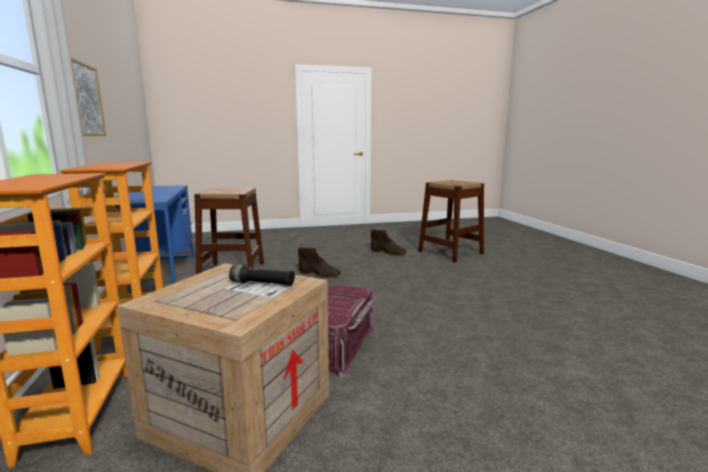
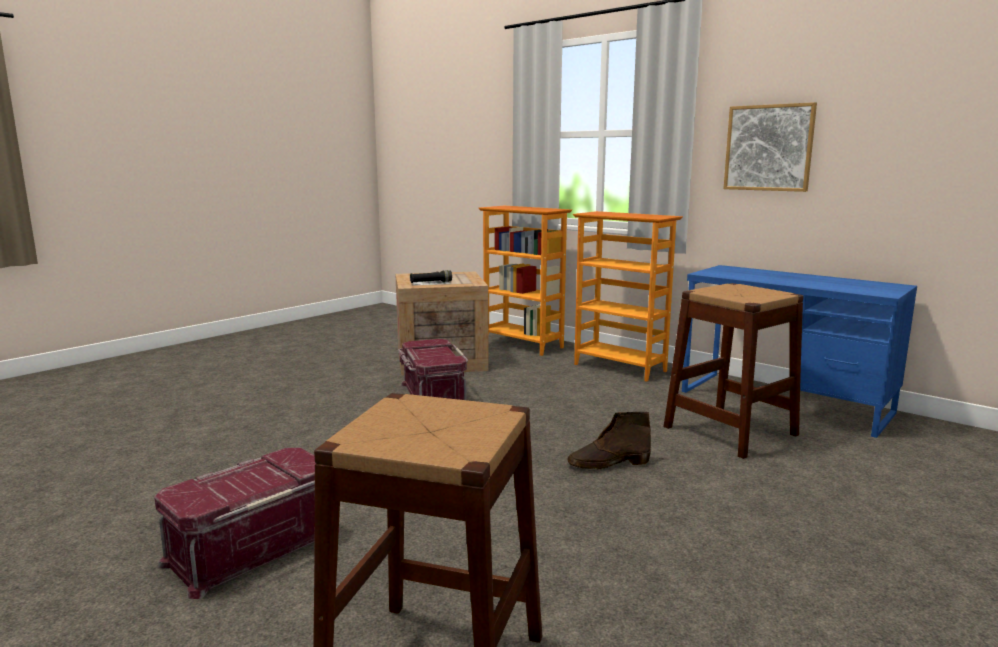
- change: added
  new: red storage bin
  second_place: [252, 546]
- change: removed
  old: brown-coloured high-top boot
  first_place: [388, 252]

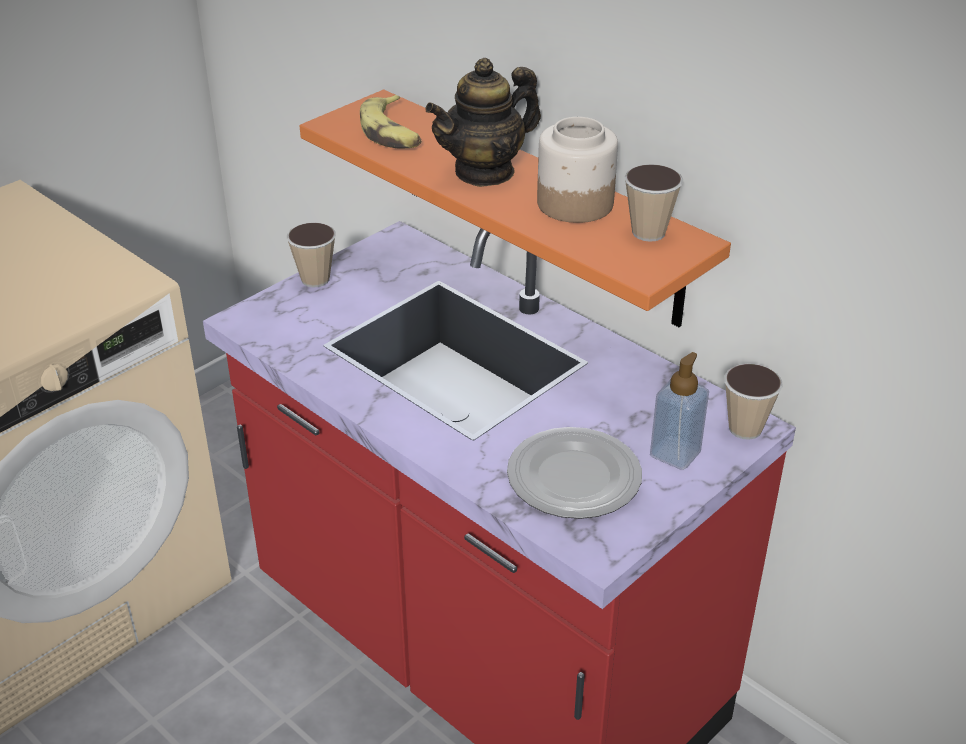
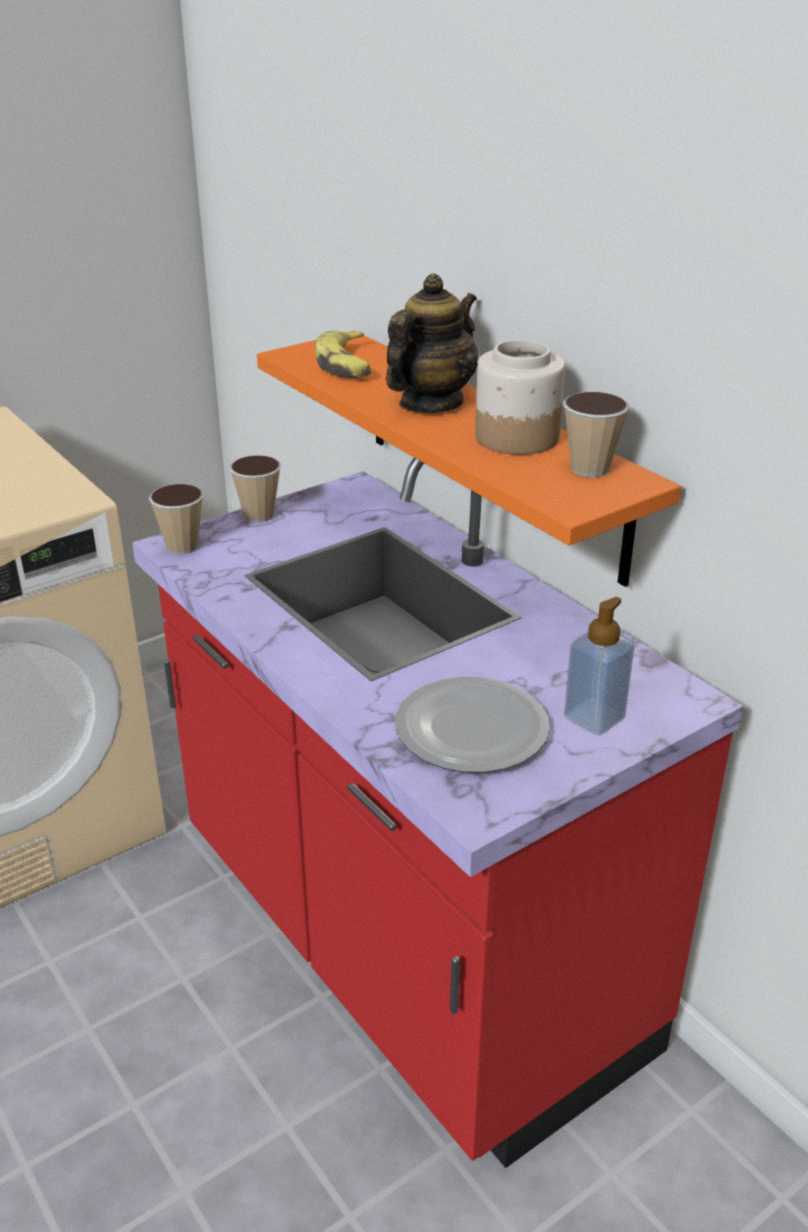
- change: moved
  old: cup
  first_place: [745, 428]
  second_place: [182, 547]
- change: turned
  old: pot for tea
  first_place: [485, 172]
  second_place: [430, 403]
  degrees: 150

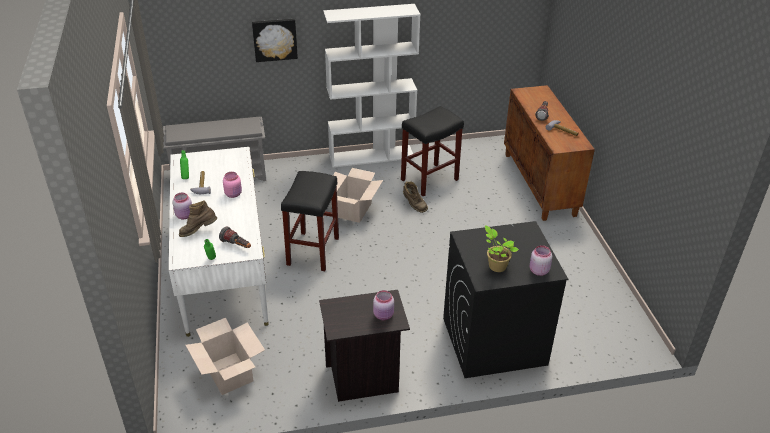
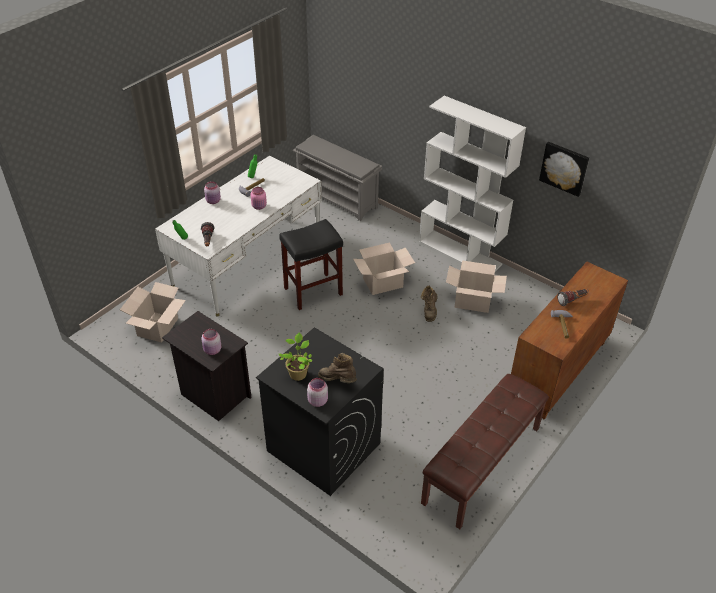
- change: moved
  old: brown-coloured high-top boot
  first_place: [198, 231]
  second_place: [338, 381]
- change: added
  new: brown-coloured indoor bench
  second_place: [482, 465]
- change: replaced
  old: black-coloured sitting stool
  new: cardboard box
  first_place: [429, 180]
  second_place: [472, 301]
- change: moved
  old: wall picture
  first_place: [274, 39]
  second_place: [564, 168]

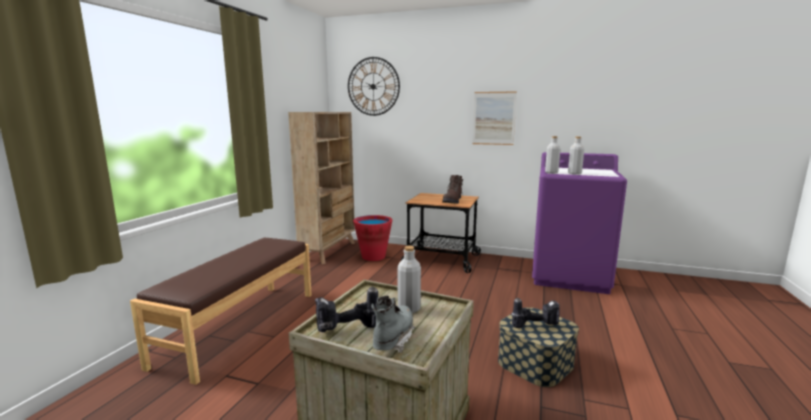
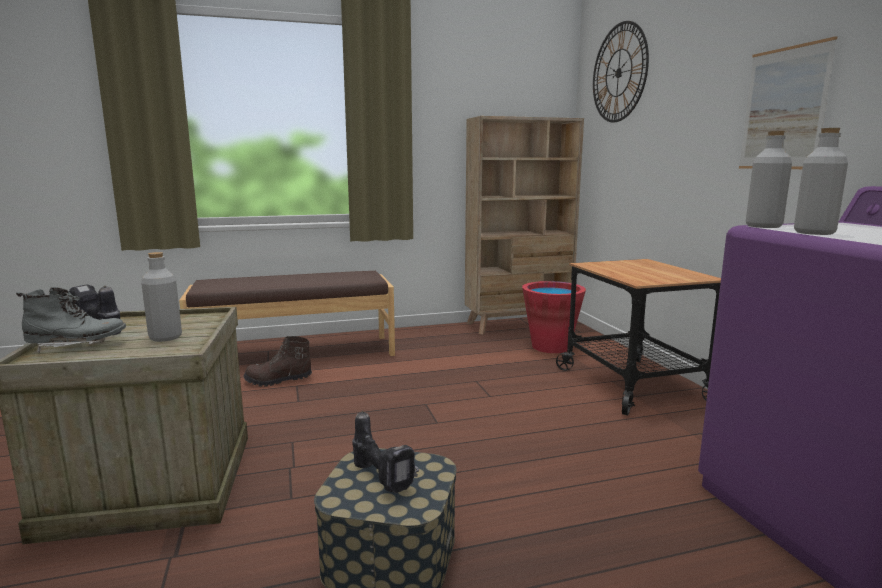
- change: moved
  old: brown-coloured high-top boot
  first_place: [453, 201]
  second_place: [278, 380]

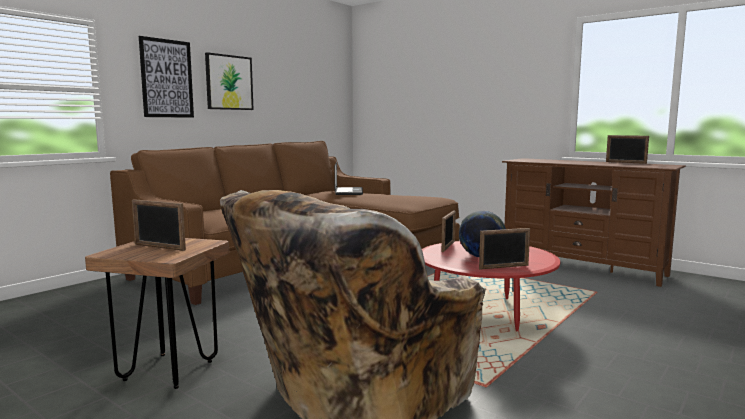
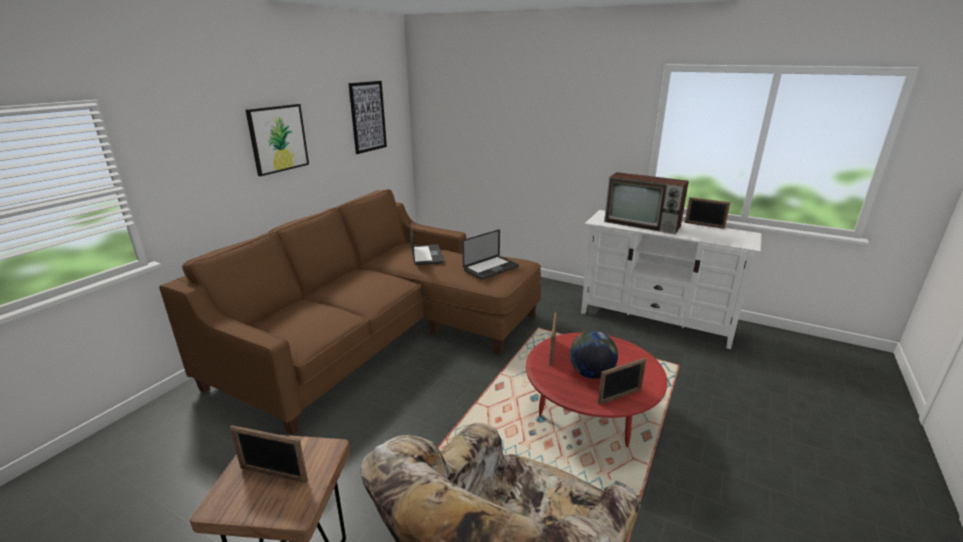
- change: moved
  old: wall picture
  first_place: [167, 78]
  second_place: [368, 117]
- change: added
  new: portable computer
  second_place: [491, 268]
- change: recoloured
  old: brown-coloured media console
  new: white-coloured media console
  first_place: [582, 267]
  second_place: [655, 320]
- change: added
  new: TV set
  second_place: [643, 224]

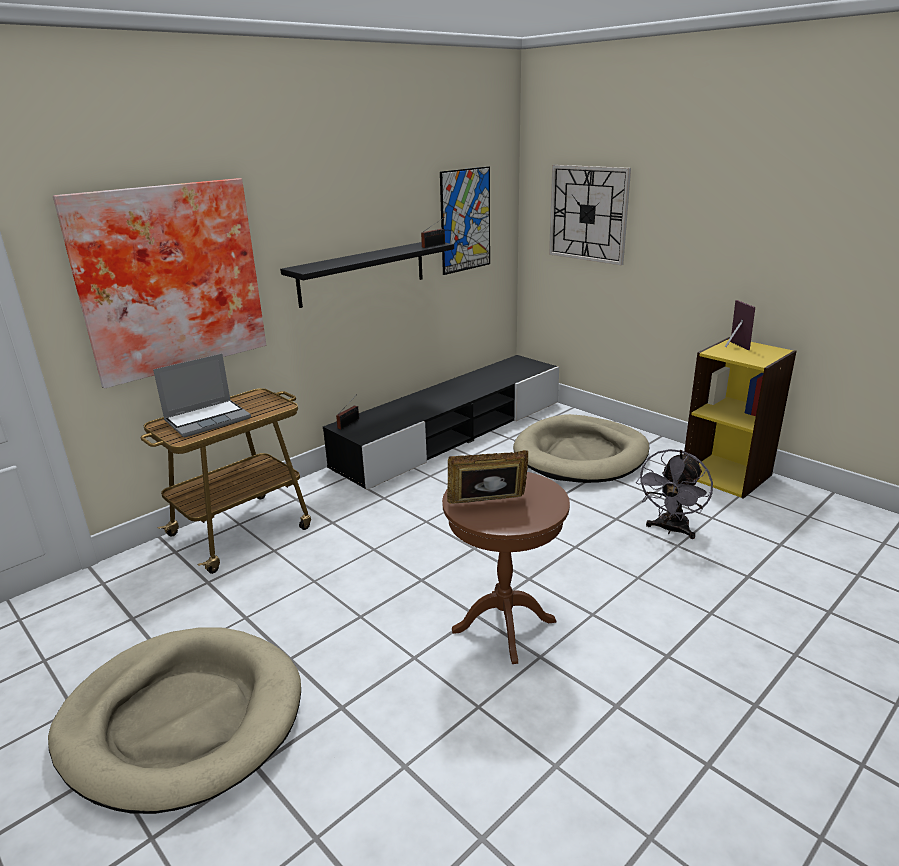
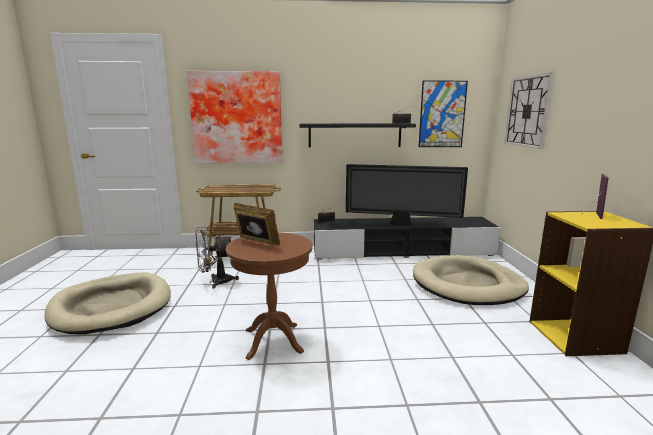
- change: moved
  old: greyish fan
  first_place: [670, 530]
  second_place: [215, 281]
- change: added
  new: TV set
  second_place: [402, 225]
- change: removed
  old: portable computer
  first_place: [208, 419]

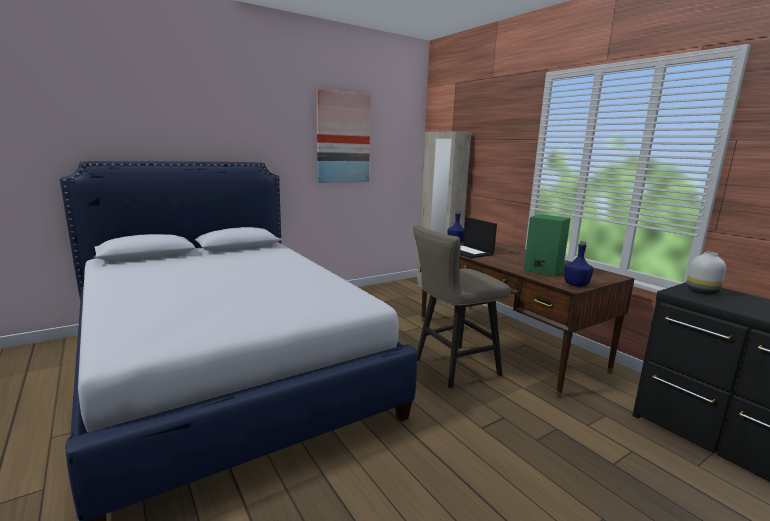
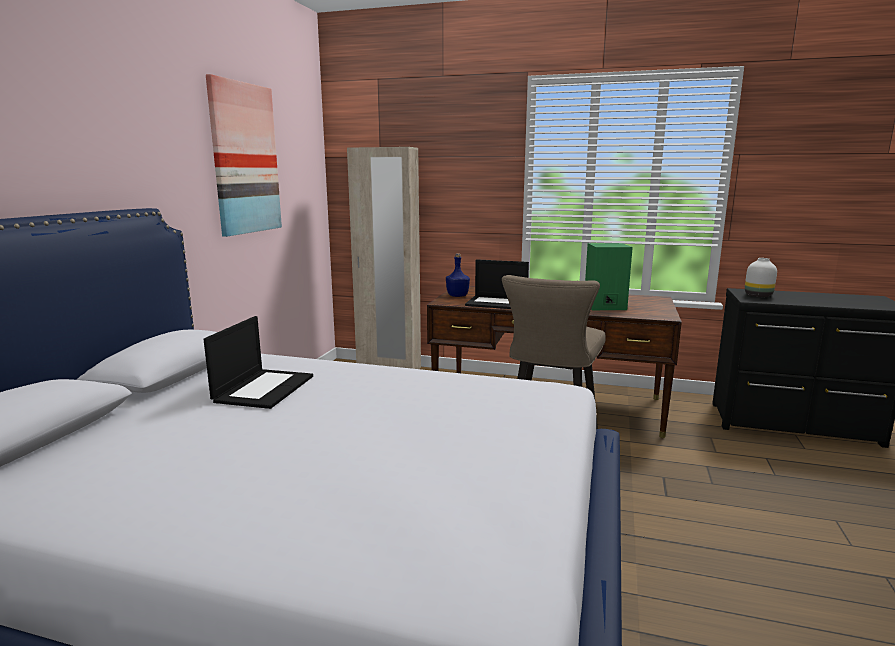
- change: added
  new: portable computer
  second_place: [264, 388]
- change: removed
  old: bluish drink bottle
  first_place: [576, 285]

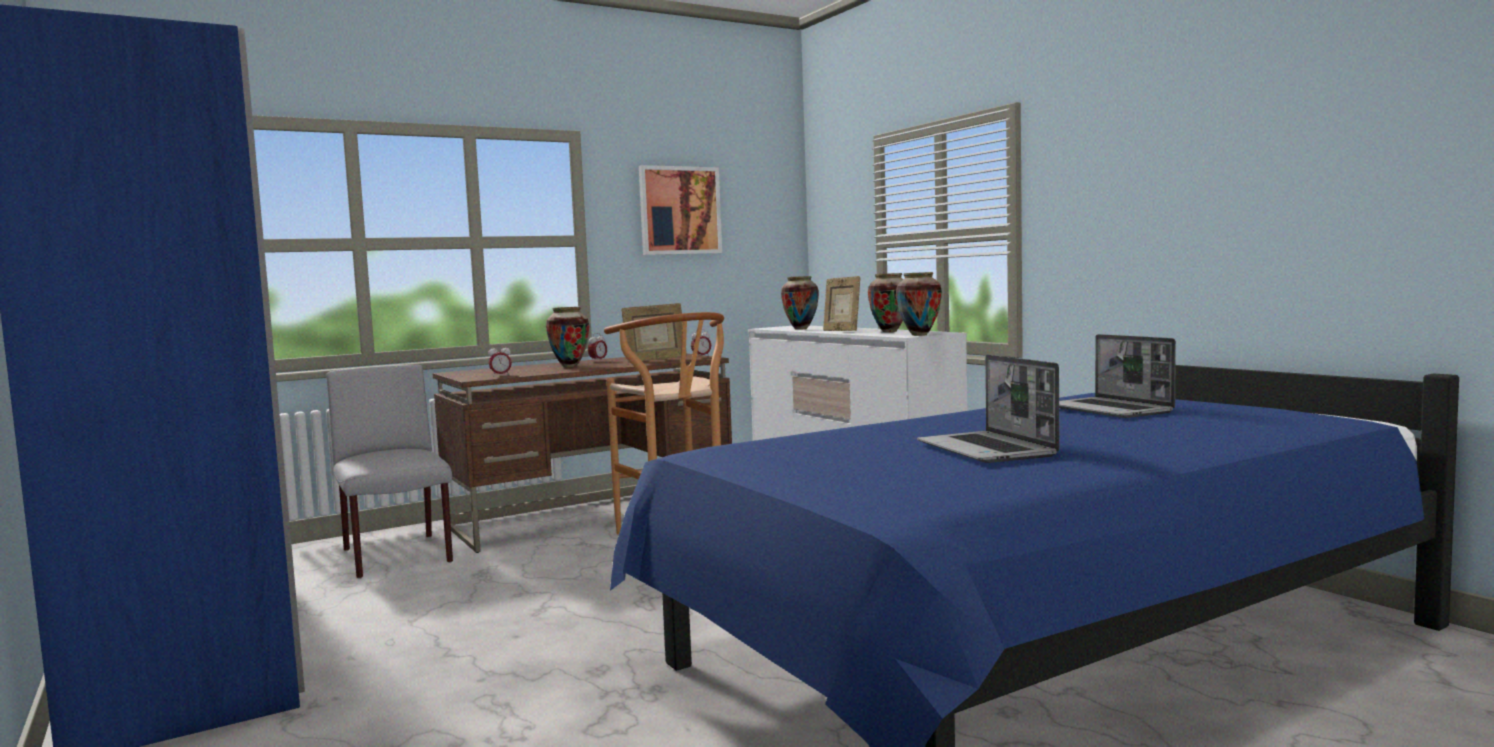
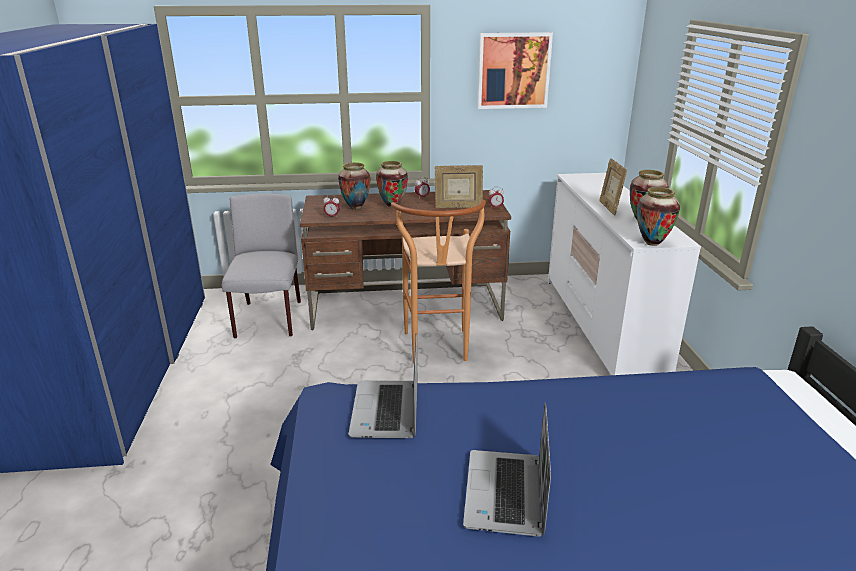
- change: moved
  old: flower vase
  first_place: [801, 329]
  second_place: [355, 208]
- change: moved
  old: portable computer
  first_place: [1111, 410]
  second_place: [387, 411]

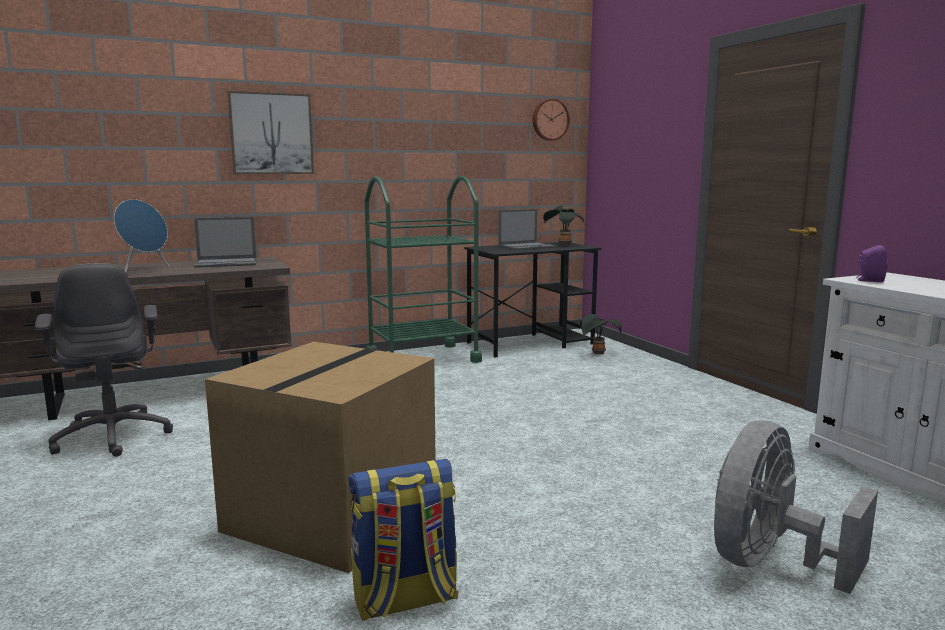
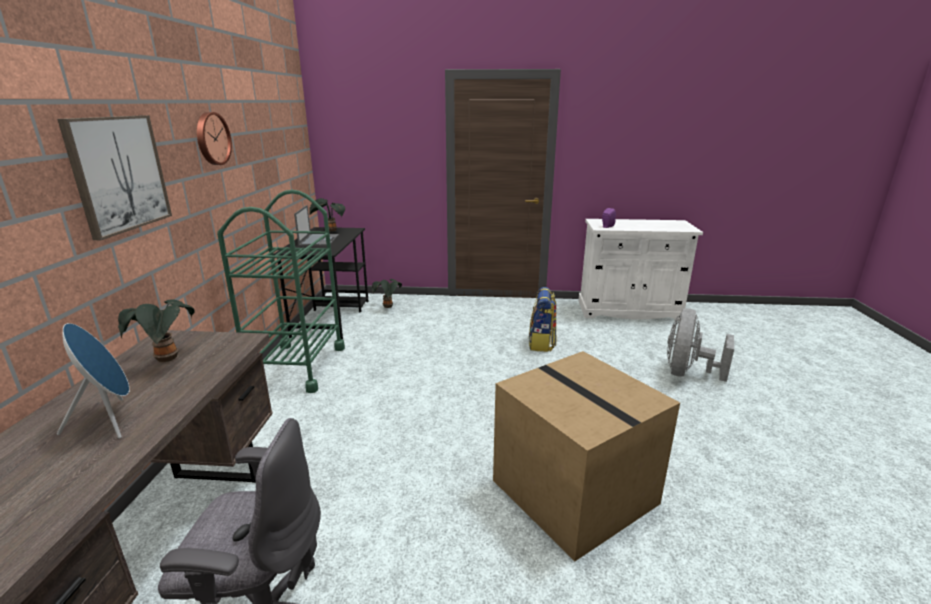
- change: replaced
  old: portable computer
  new: potted plant
  first_place: [227, 263]
  second_place: [167, 360]
- change: moved
  old: clock on the wall
  first_place: [549, 120]
  second_place: [212, 138]
- change: moved
  old: backpack
  first_place: [404, 600]
  second_place: [542, 343]
- change: turned
  old: greyish fan
  first_place: [770, 563]
  second_place: [687, 373]
  degrees: 45

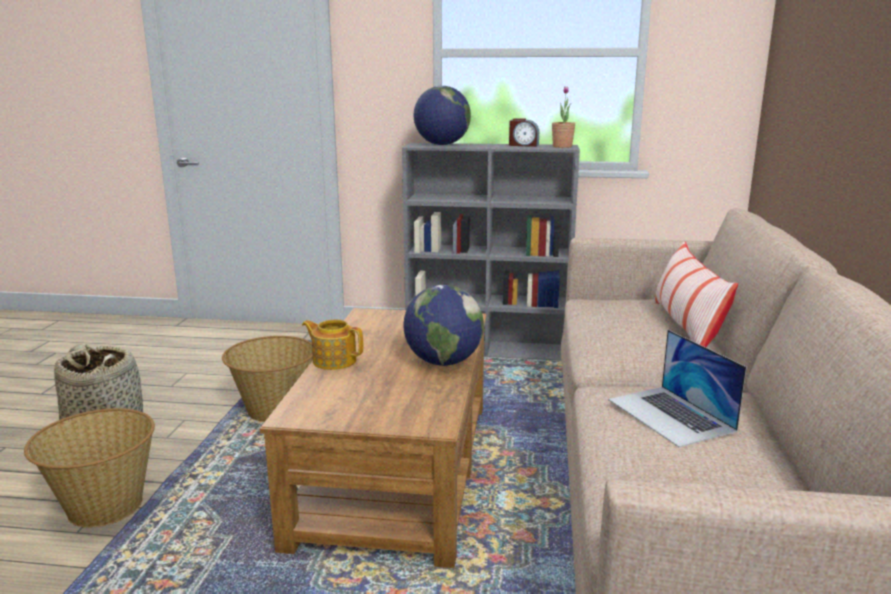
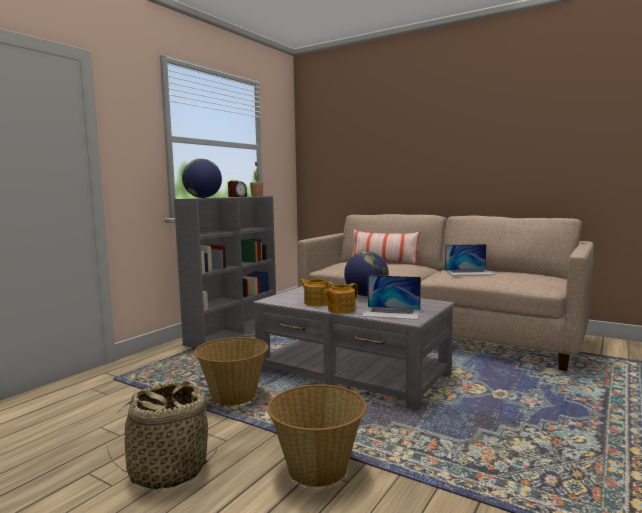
- change: recoloured
  old: brown-coloured lounge table
  new: greyish lounge table
  first_place: [395, 469]
  second_place: [352, 373]
- change: added
  new: pot for tea
  second_place: [316, 303]
- change: added
  new: portable computer
  second_place: [391, 313]

